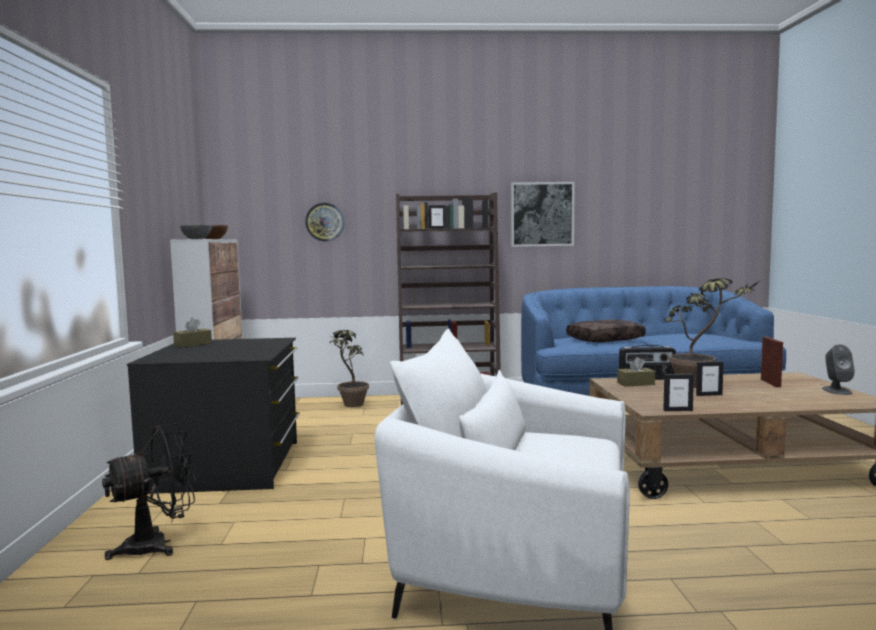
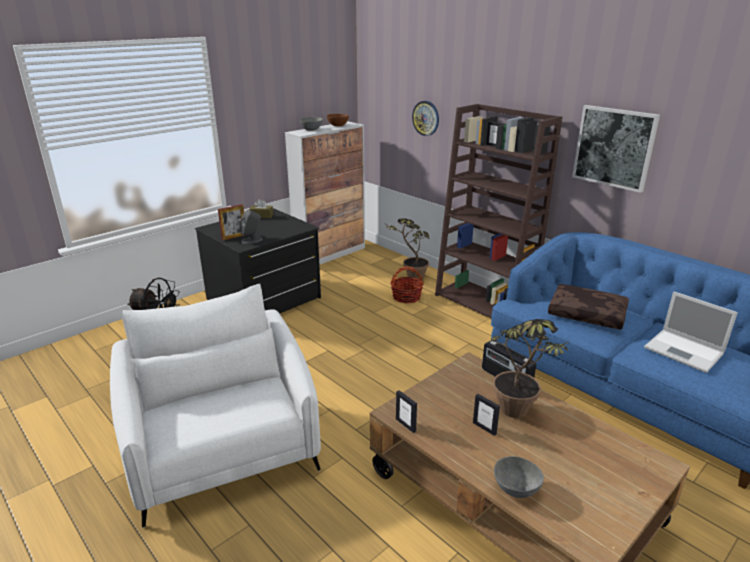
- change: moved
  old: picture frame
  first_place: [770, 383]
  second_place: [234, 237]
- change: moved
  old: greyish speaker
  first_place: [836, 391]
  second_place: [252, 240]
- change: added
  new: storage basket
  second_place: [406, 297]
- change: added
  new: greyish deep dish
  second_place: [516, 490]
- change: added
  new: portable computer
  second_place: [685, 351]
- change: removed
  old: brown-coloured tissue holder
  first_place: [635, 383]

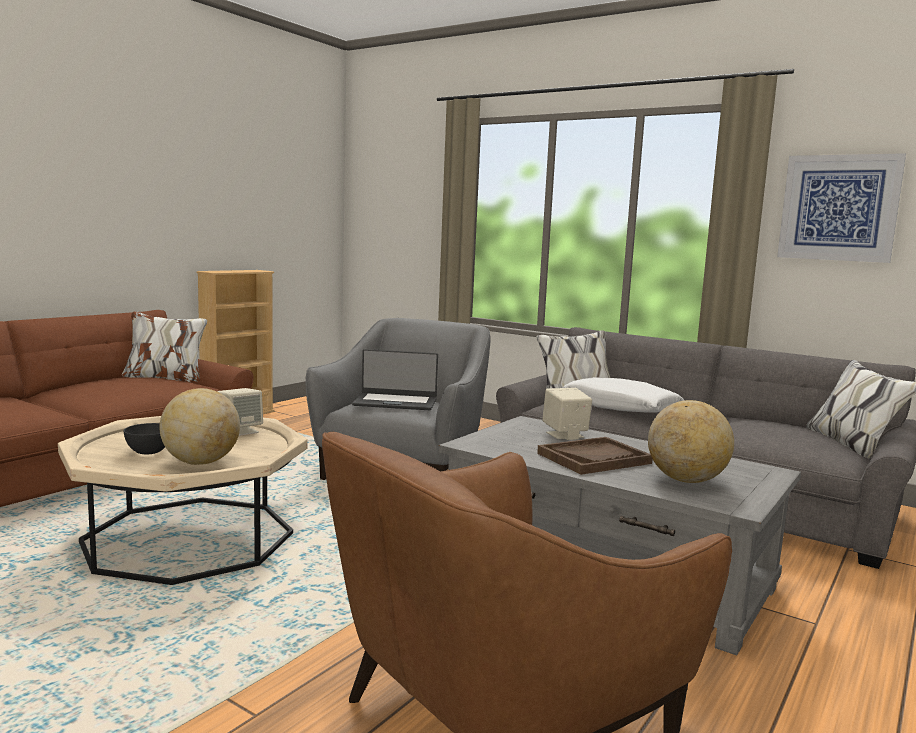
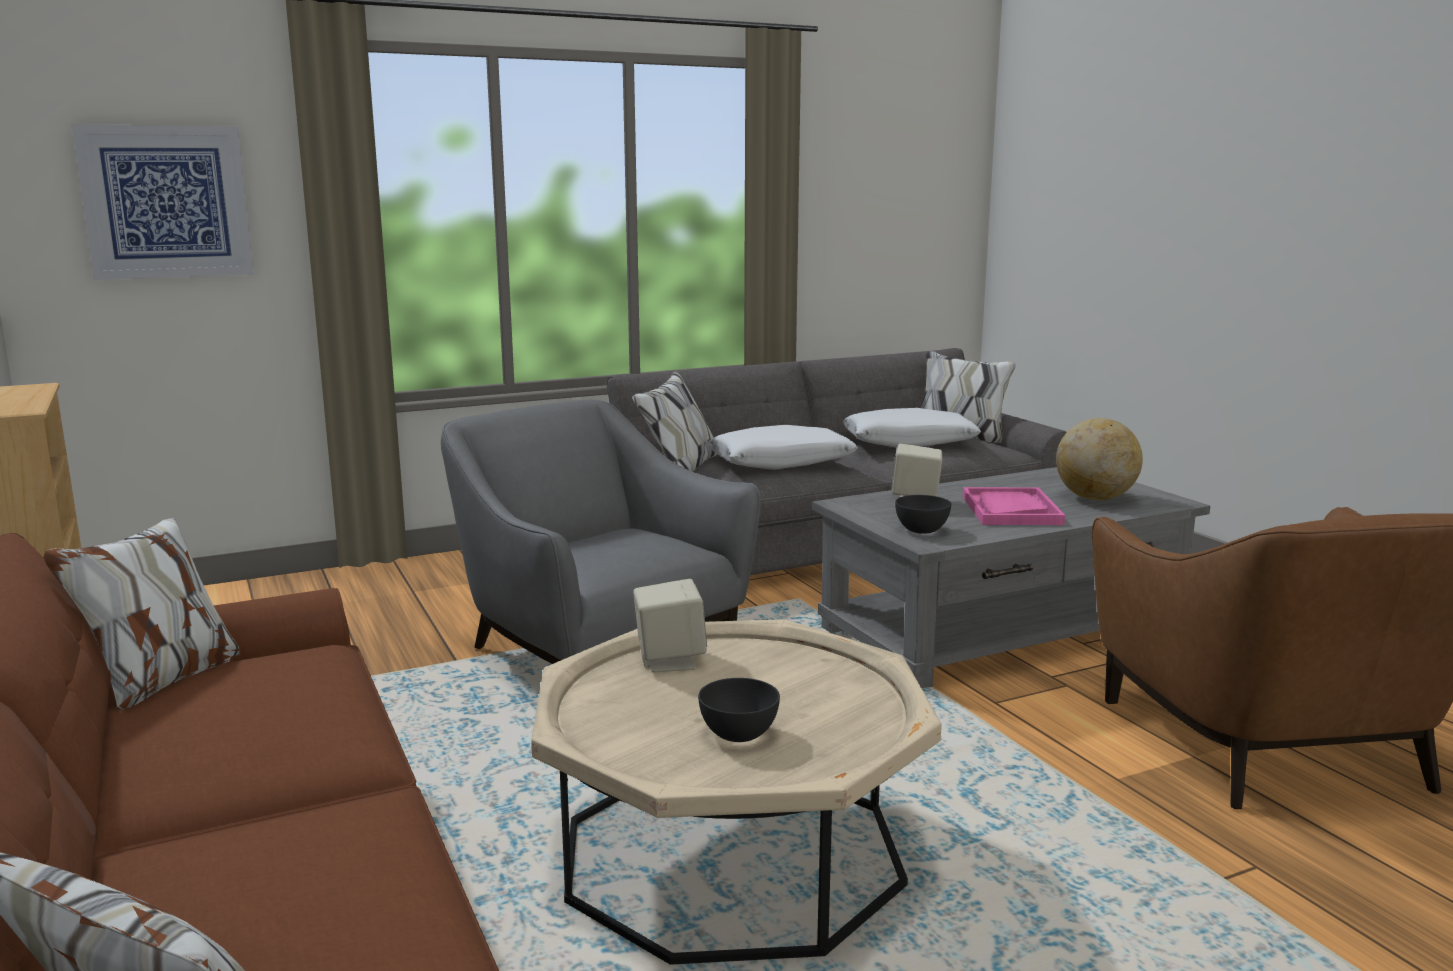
- change: moved
  old: wall picture
  first_place: [838, 208]
  second_place: [166, 202]
- change: added
  new: white-coloured pillow
  second_place: [909, 442]
- change: added
  new: greyish deep dish
  second_place: [922, 530]
- change: recoloured
  old: brown-coloured serving tray
  new: pink serving tray
  first_place: [594, 458]
  second_place: [1011, 510]
- change: removed
  old: globe
  first_place: [201, 462]
- change: removed
  old: portable computer
  first_place: [395, 402]

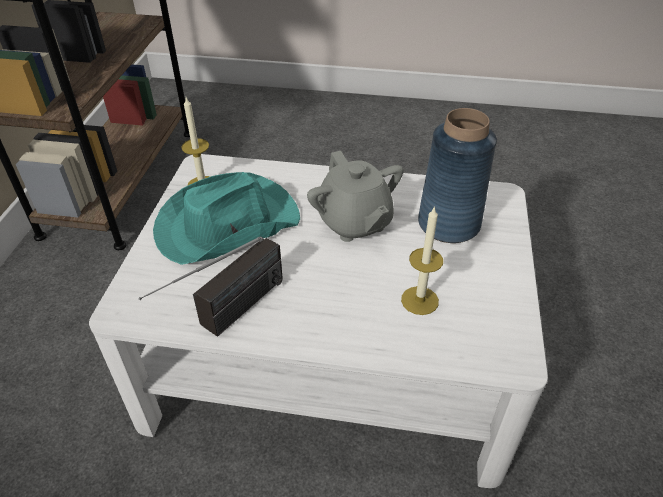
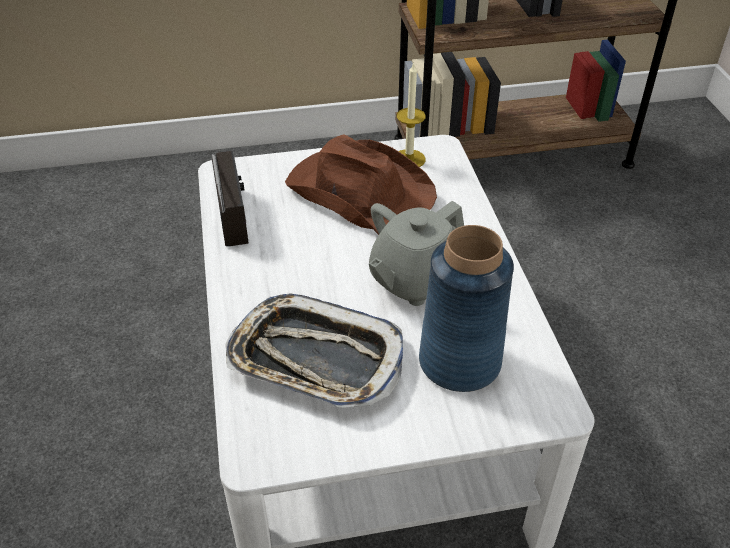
- change: turned
  old: radio receiver
  first_place: [226, 318]
  second_place: [237, 231]
  degrees: -120
- change: replaced
  old: candle
  new: serving tray
  first_place: [419, 300]
  second_place: [315, 359]
- change: recoloured
  old: turquoise hat
  new: brown-coloured hat
  first_place: [226, 224]
  second_place: [359, 192]

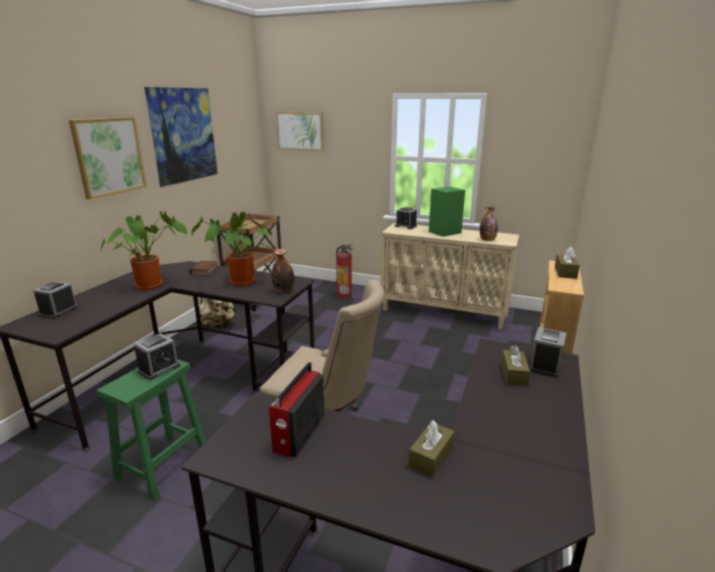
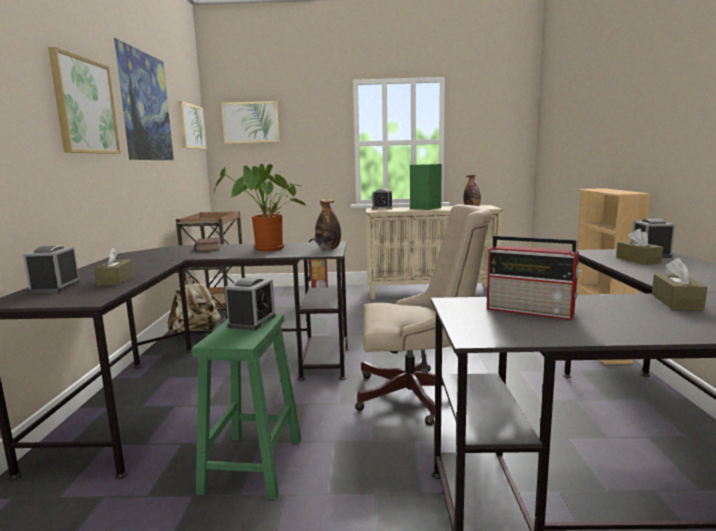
- change: moved
  old: brown-coloured tissue holder
  first_place: [565, 272]
  second_place: [115, 280]
- change: added
  new: wall picture
  second_place: [191, 126]
- change: turned
  old: radio receiver
  first_place: [298, 434]
  second_place: [532, 311]
  degrees: -60
- change: removed
  old: potted plant
  first_place: [152, 284]

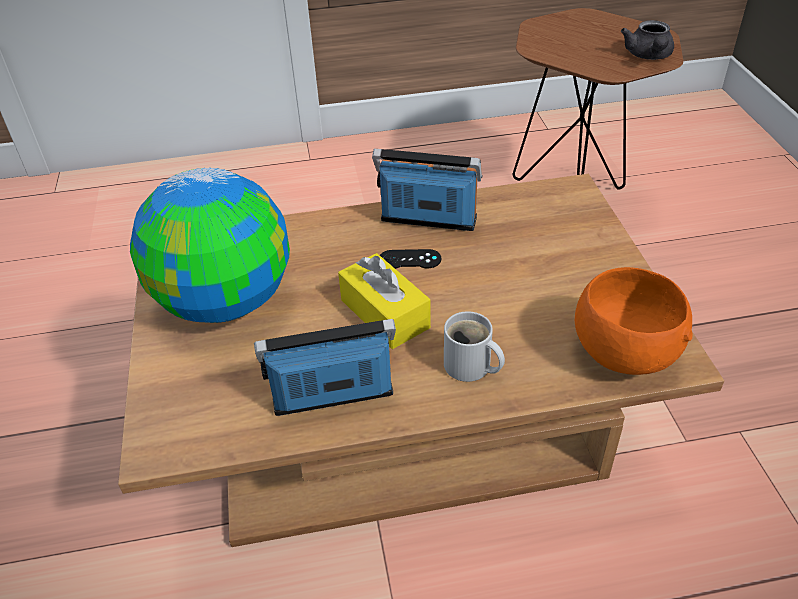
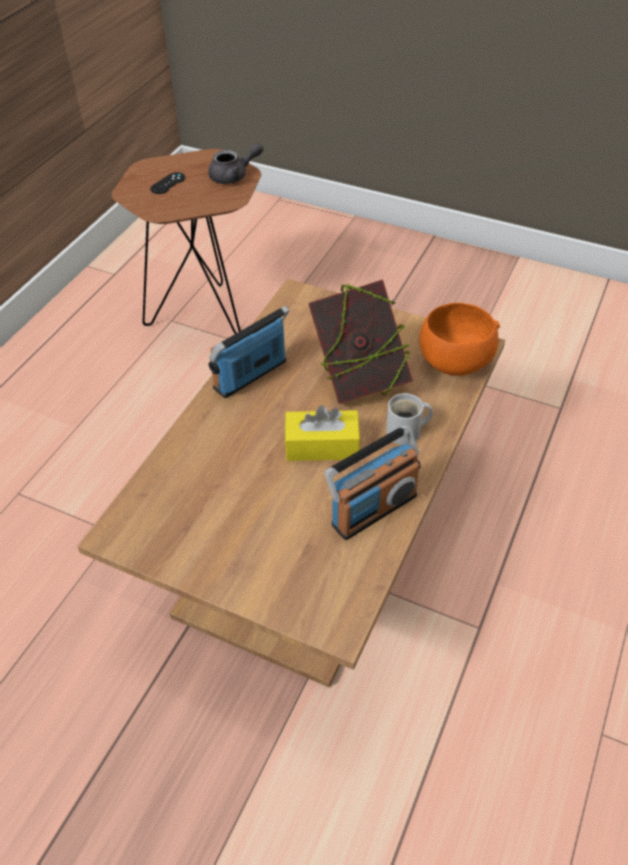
- change: moved
  old: black-coloured gamepad
  first_place: [409, 259]
  second_place: [168, 183]
- change: turned
  old: greyish pot for tea
  first_place: [648, 56]
  second_place: [234, 176]
  degrees: -60
- change: added
  new: bound book
  second_place: [359, 379]
- change: turned
  old: radio receiver
  first_place: [333, 396]
  second_place: [373, 509]
  degrees: -150
- change: removed
  old: globe
  first_place: [226, 301]

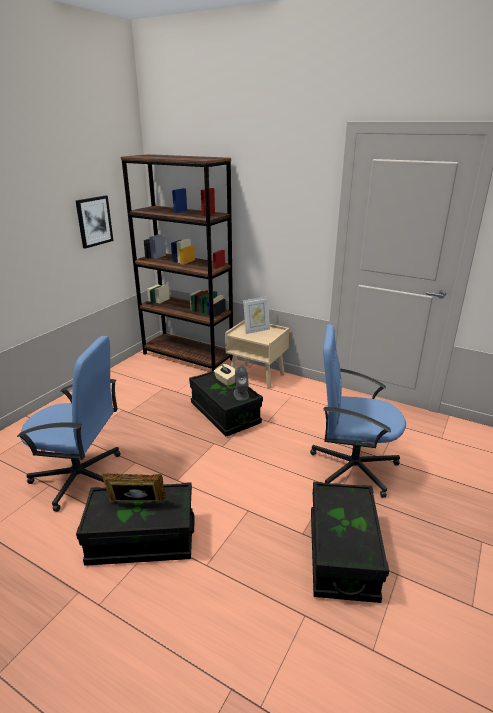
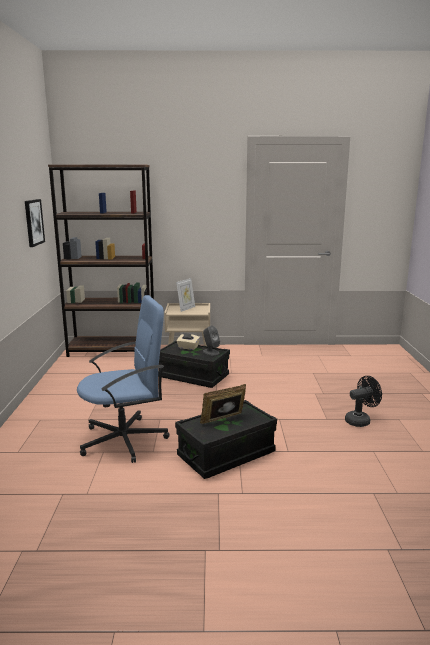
- change: replaced
  old: black-coloured storage bin
  new: black-coloured fan
  first_place: [342, 555]
  second_place: [360, 420]
- change: removed
  old: bluish office chair
  first_place: [352, 467]

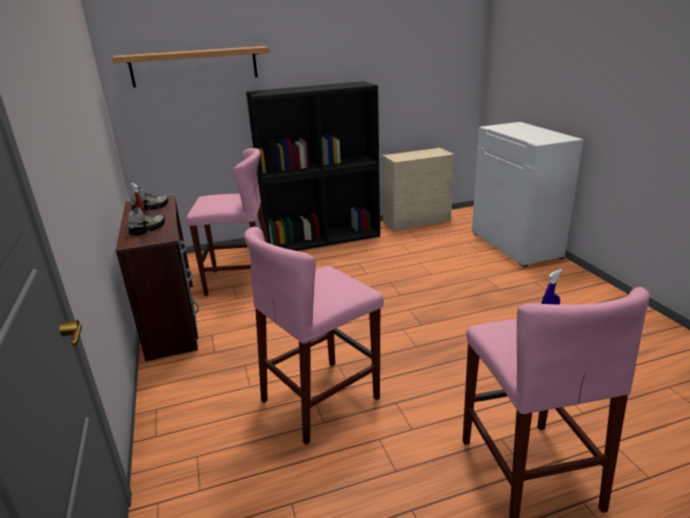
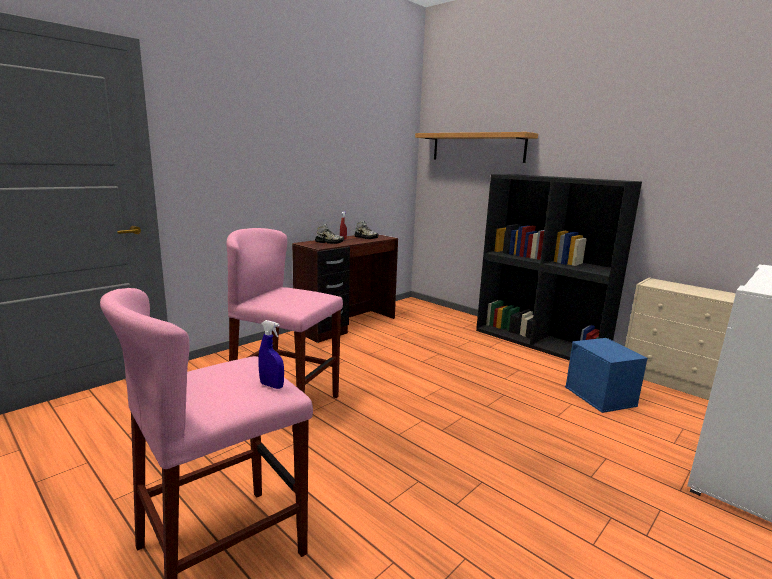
- change: added
  new: bluish storage bin
  second_place: [601, 396]
- change: removed
  old: pink sitting stool
  first_place: [240, 281]

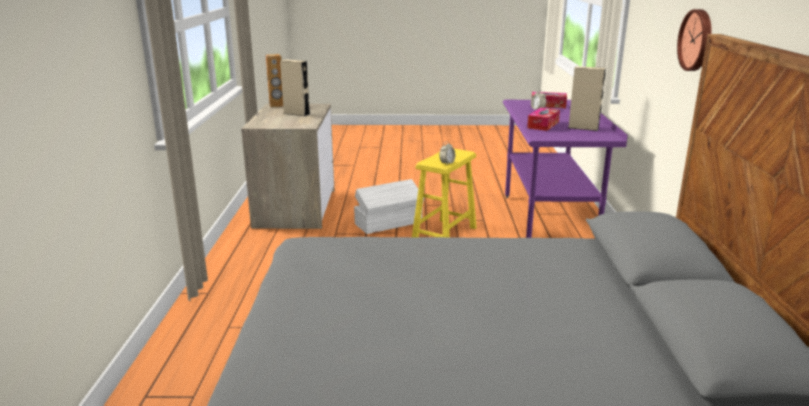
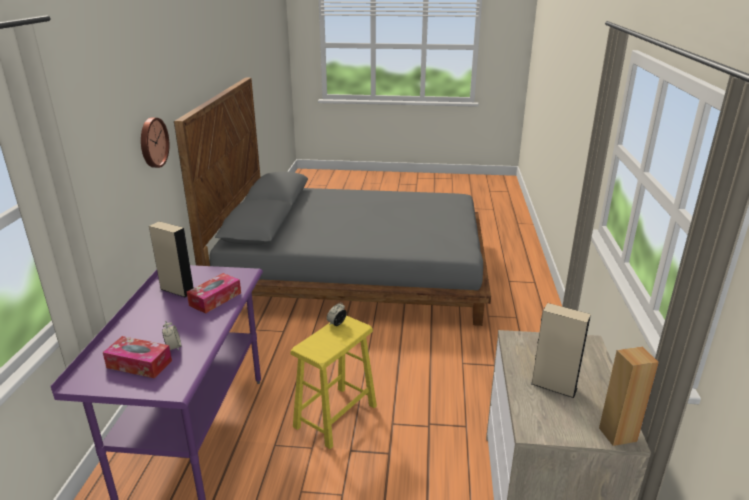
- change: removed
  old: white-coloured storage bin
  first_place: [389, 223]

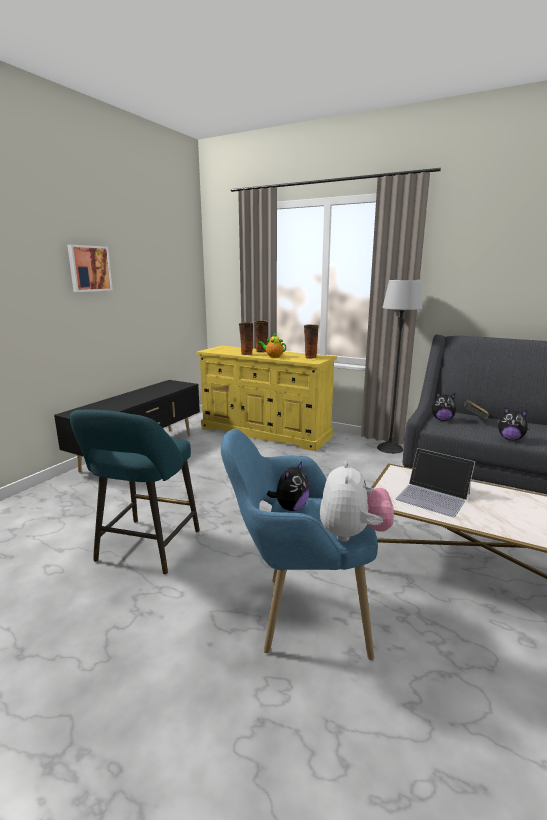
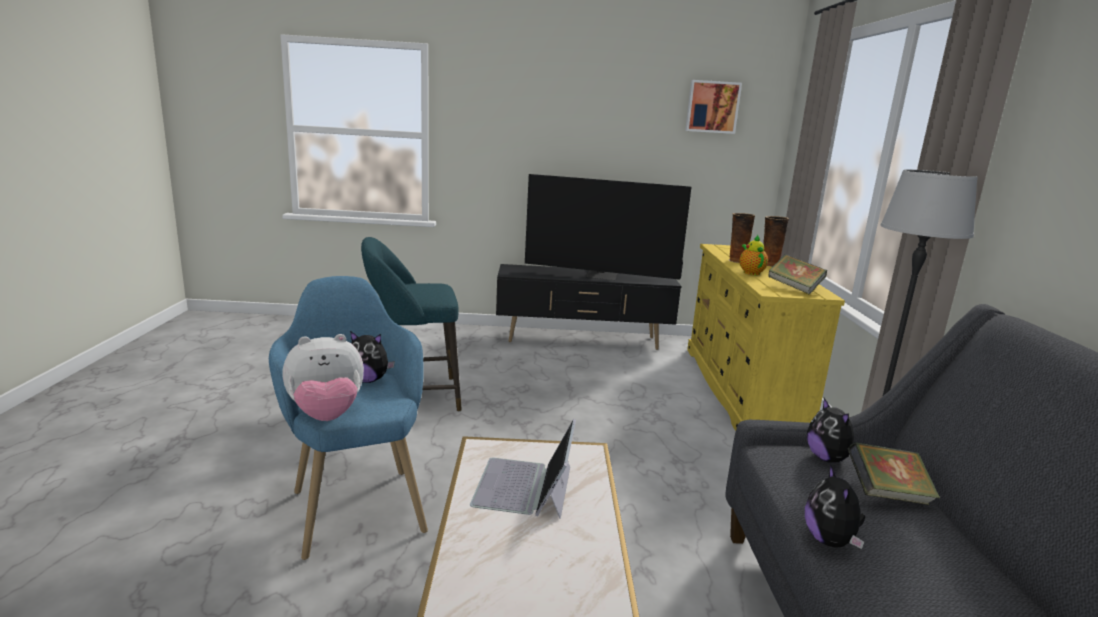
- change: added
  new: TV set
  second_place: [602, 276]
- change: moved
  old: wall picture
  first_place: [89, 268]
  second_place: [712, 107]
- change: replaced
  old: flower vase
  new: bound book
  first_place: [310, 357]
  second_place: [794, 288]

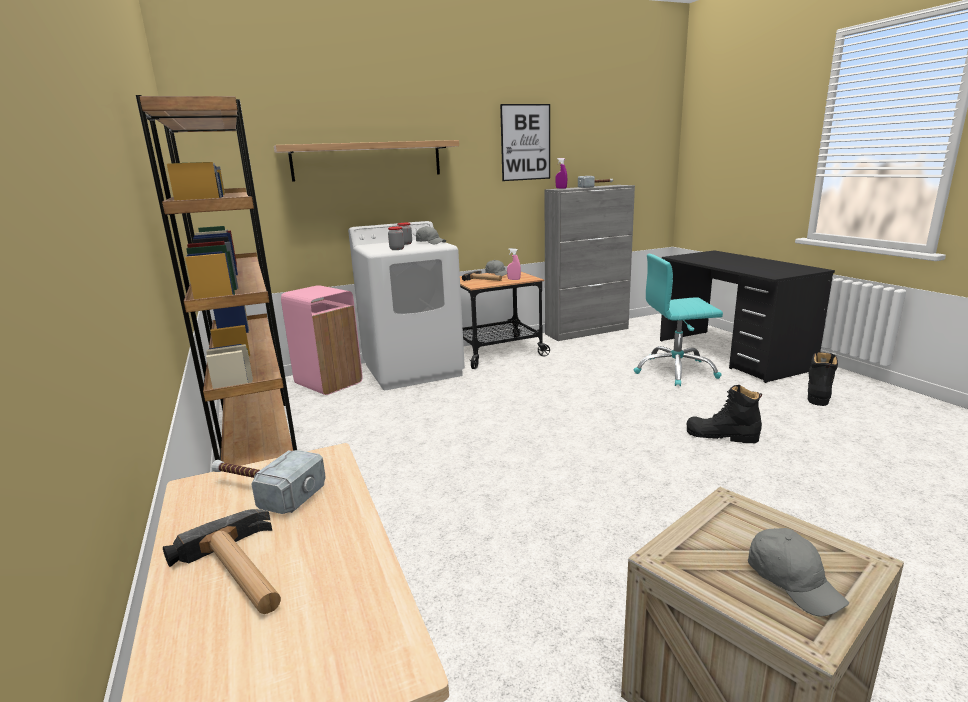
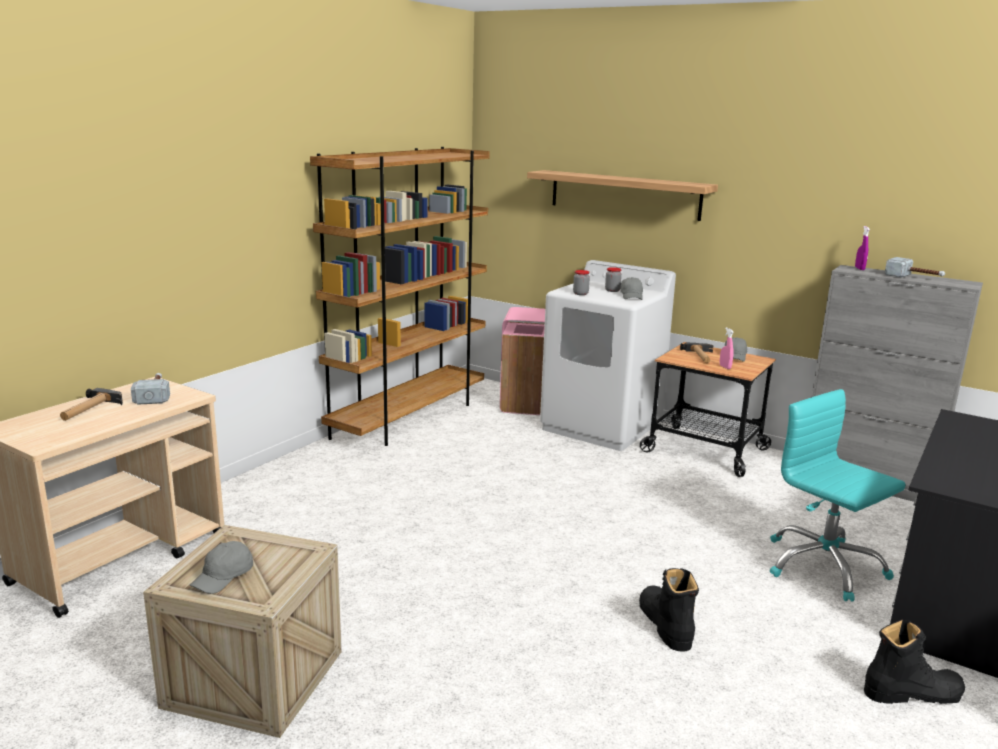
- change: removed
  old: wall picture
  first_place: [525, 142]

